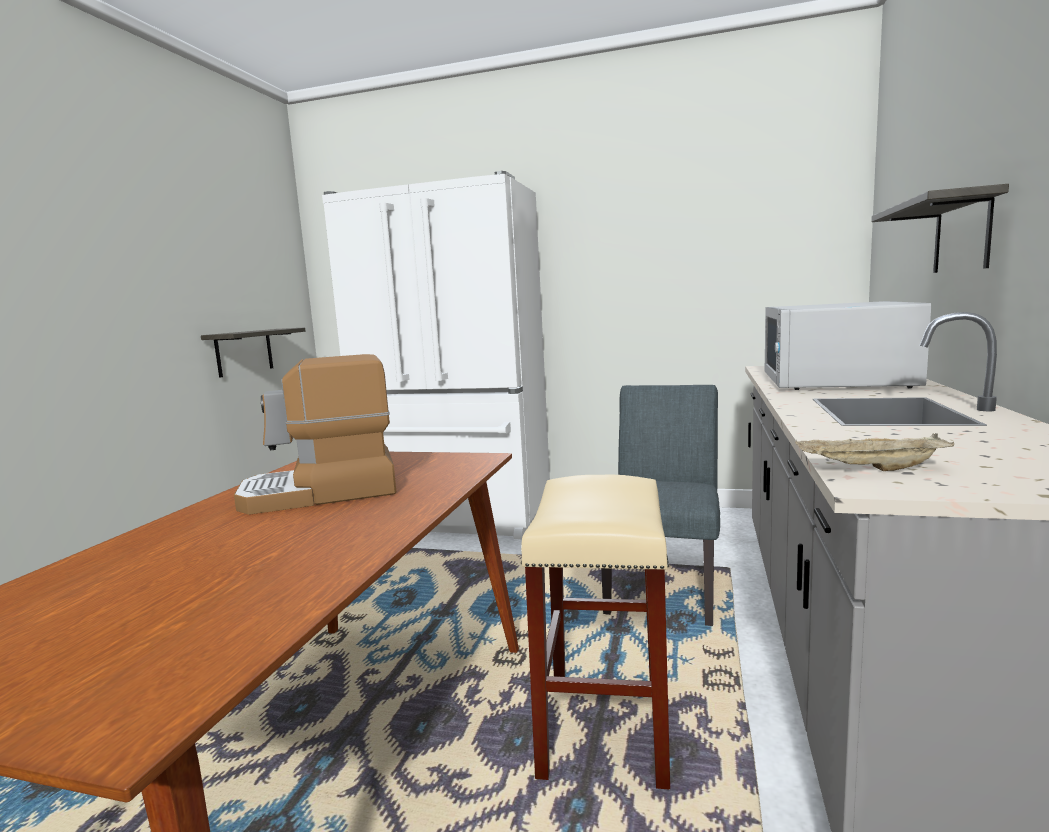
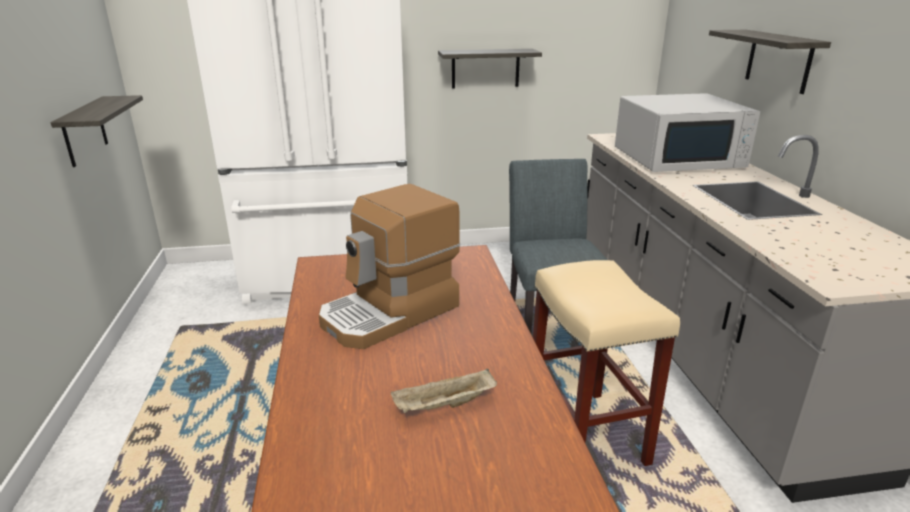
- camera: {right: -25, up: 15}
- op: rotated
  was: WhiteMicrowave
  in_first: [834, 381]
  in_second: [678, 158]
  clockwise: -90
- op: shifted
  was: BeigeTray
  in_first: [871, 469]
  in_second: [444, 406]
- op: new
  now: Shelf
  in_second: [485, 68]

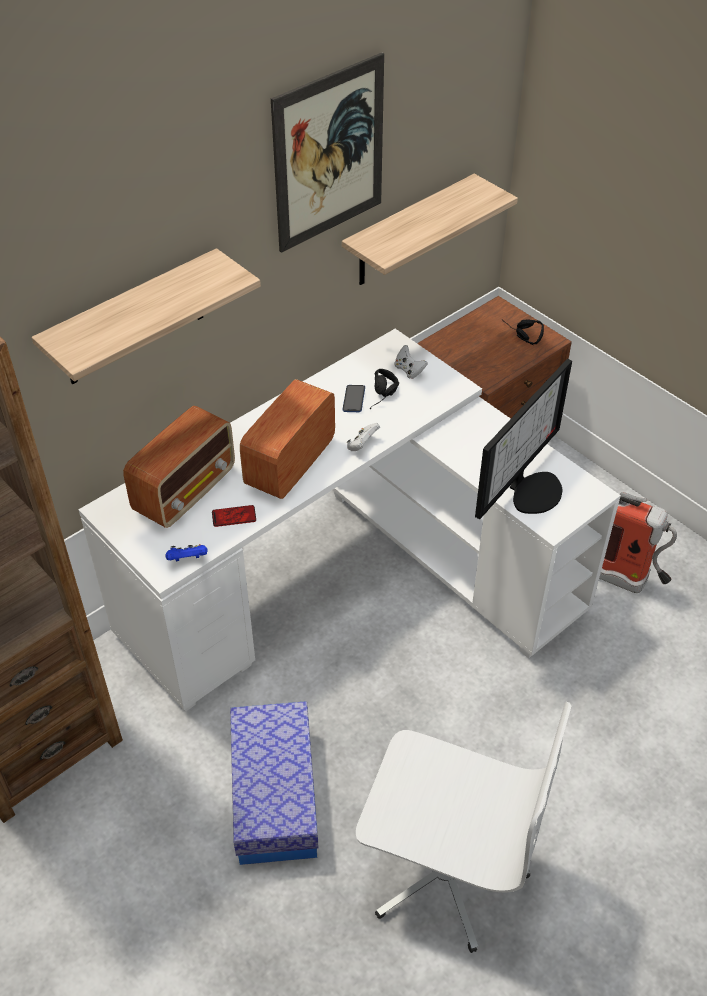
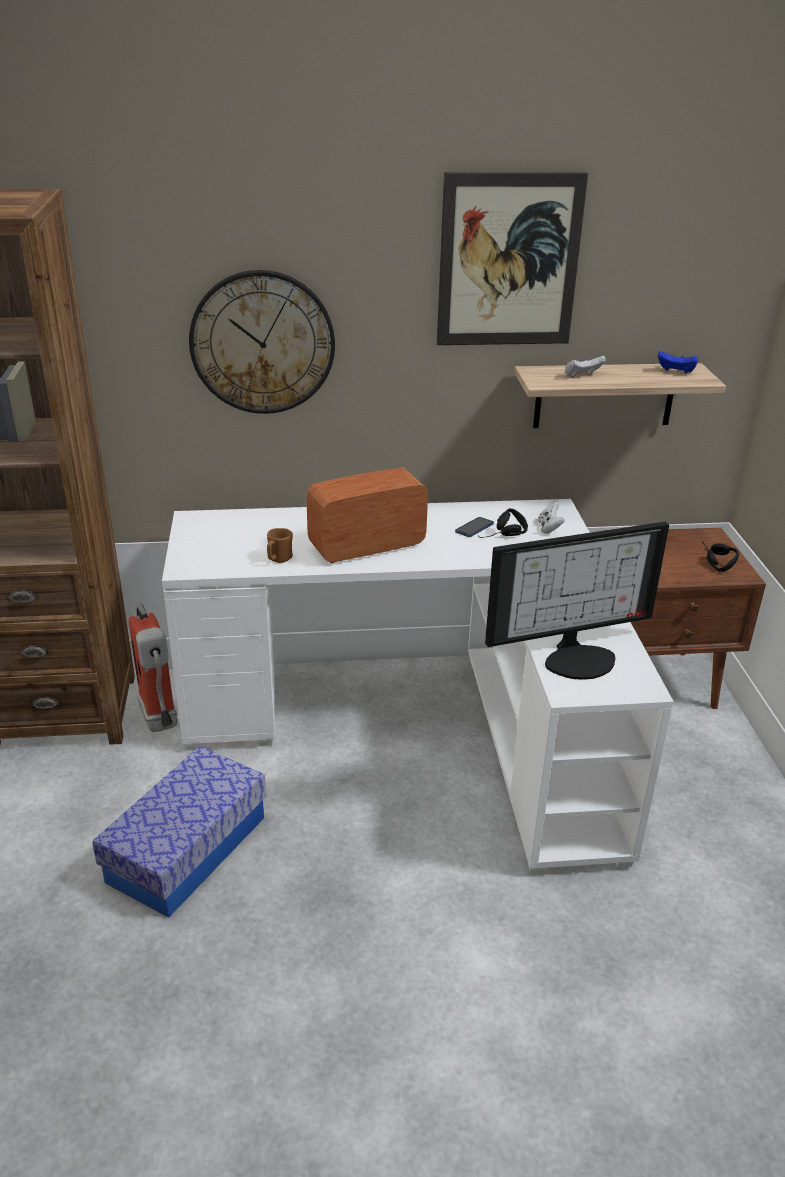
- camera: {right: 35, up: -15}
- op: swapped
  was: Shelf
  now: WallClock
  in_first: [133, 320]
  in_second: [262, 343]
- op: gone
  was: Radio
  in_first: [186, 490]
- op: shifted
  was: BlueGameController
  in_first: [187, 560]
  in_second: [675, 372]
- op: swapped
  was: Phone
  now: BrownMug
  in_first: [234, 516]
  in_second: [278, 559]
- op: shifted
  was: WhiteGameController
  in_first: [362, 445]
  in_second: [582, 376]
- op: gone
  was: WhiteOfficeChair
  in_first: [445, 870]
- op: shifted
  was: FireExtinguisher
  in_first: [629, 582]
  in_second: [161, 723]

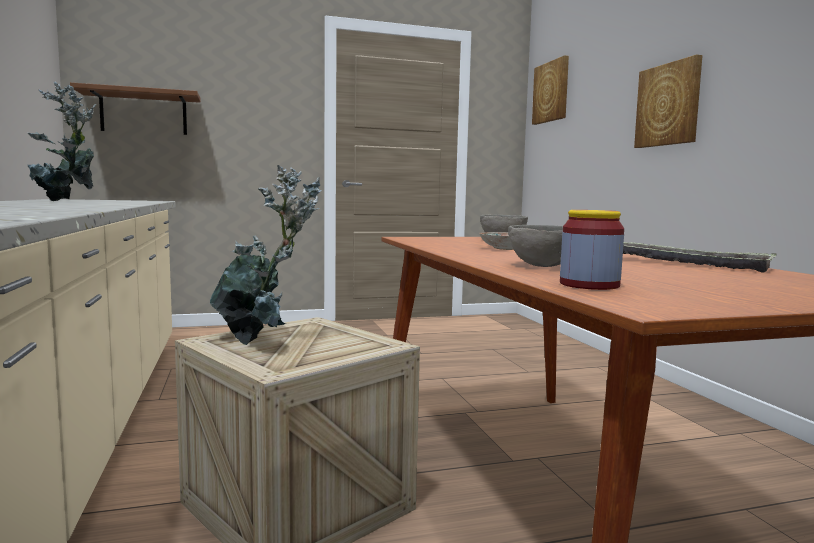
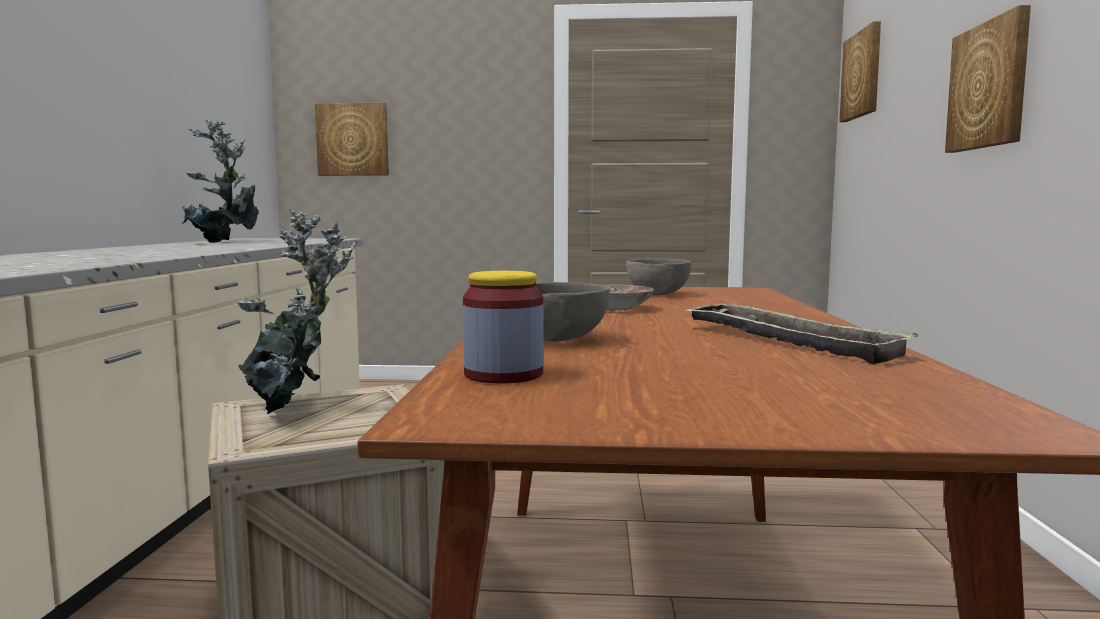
- camera: {right: 20, up: 0}
- op: swapped
  was: BrownShelf
  now: Picture
  in_first: [144, 113]
  in_second: [353, 139]

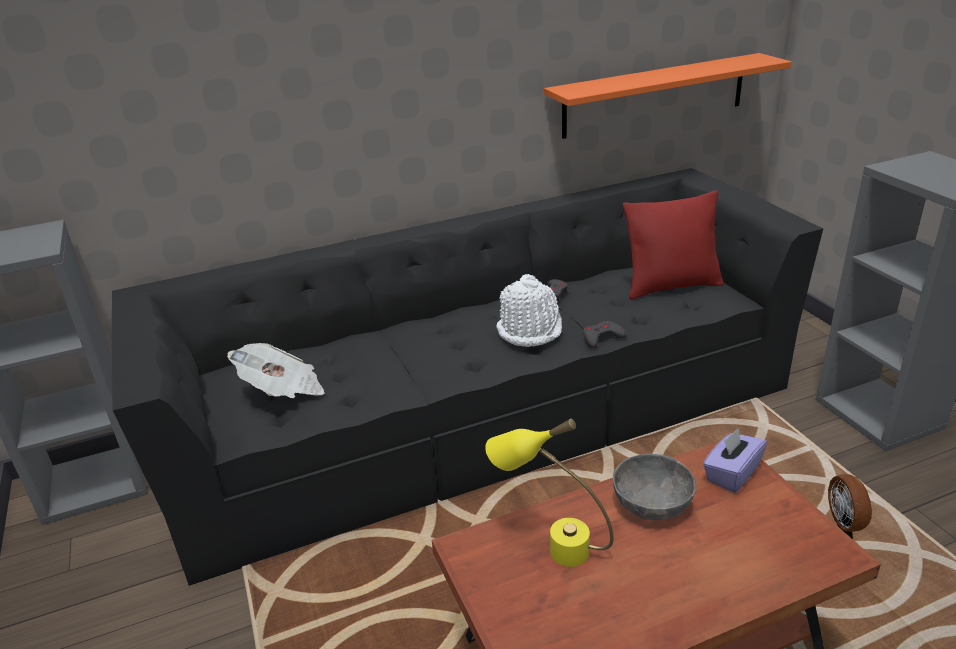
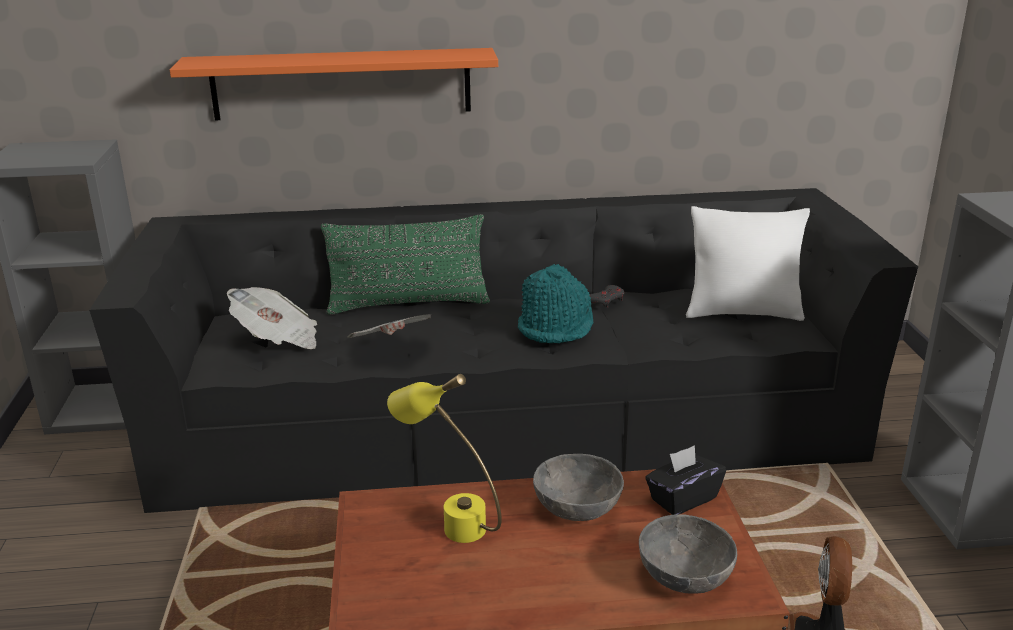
- camera: {right: 15, up: -5}
- op: repainted
  was: WhiteHat
  now: TurquoiseHat
  in_first: [530, 329]
  in_second: [556, 327]
- op: shifted
  was: OrangeShelf
  in_first: [655, 95]
  in_second: [341, 84]
- op: gone
  was: GreyGameController
  in_first: [601, 337]
- op: repainted
  was: RedPillow
  now: WhitePillow
  in_first: [671, 286]
  in_second: [742, 312]
- op: repainted
  was: PurpleTissueBox
  now: BlackTissueBox
  in_first: [731, 474]
  in_second: [683, 498]
- op: new
  now: GreenPillow
  in_second: [408, 304]
- op: new
  now: Newspaper
  in_second: [390, 348]
- op: new
  now: GreyBowl
  in_second: [684, 577]

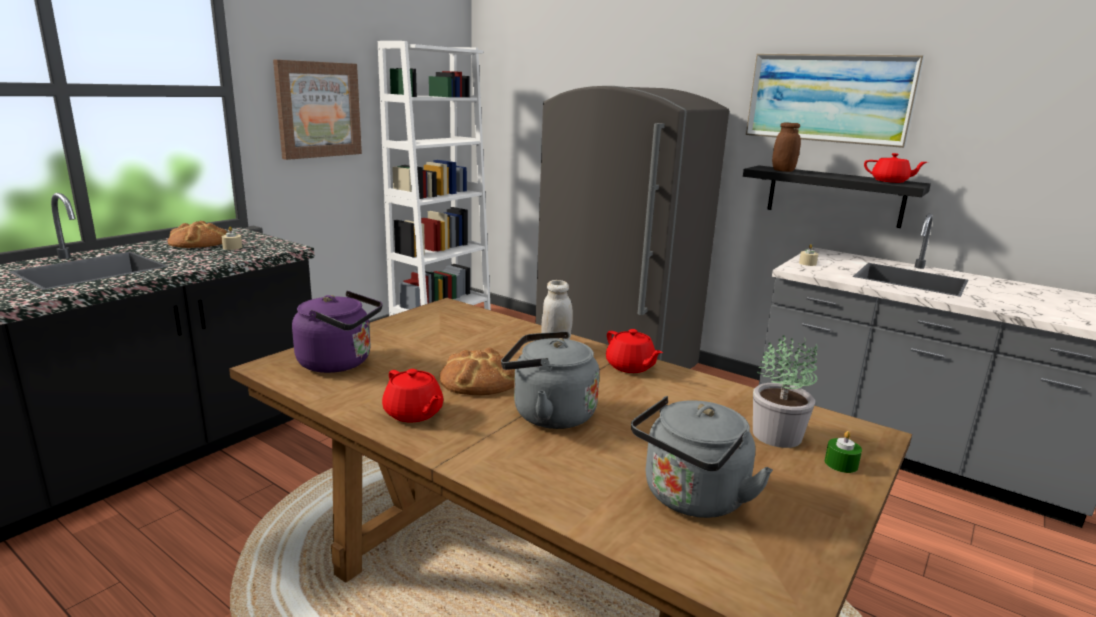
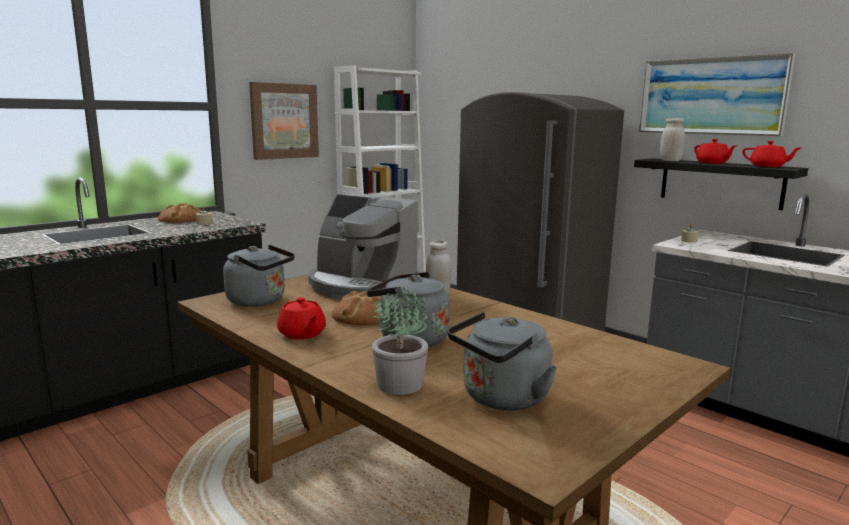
- camera: {right: 10, up: -5}
- op: repainted
  was: PurpleKettle
  now: GreyKettle
  in_first: [340, 363]
  in_second: [260, 301]
- op: shifted
  was: RedTeapot
  in_first: [630, 367]
  in_second: [712, 163]
- op: shifted
  was: PottedPlant
  in_first: [778, 435]
  in_second: [401, 384]
- op: repainted
  was: BrownJar
  now: WhiteJar
  in_first: [783, 171]
  in_second: [670, 161]
- op: gone
  was: GreenCandle
  in_first: [841, 464]
- op: new
  now: CoffeeMachine
  in_second: [360, 286]

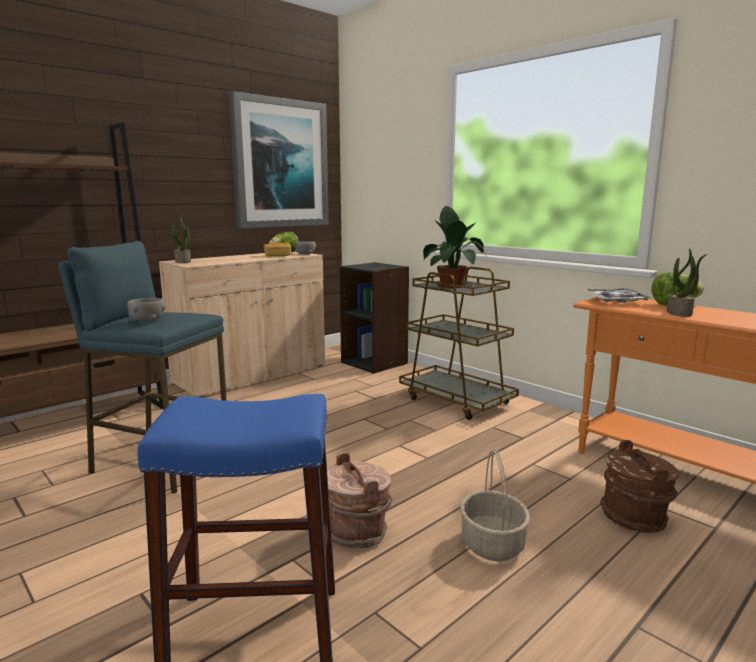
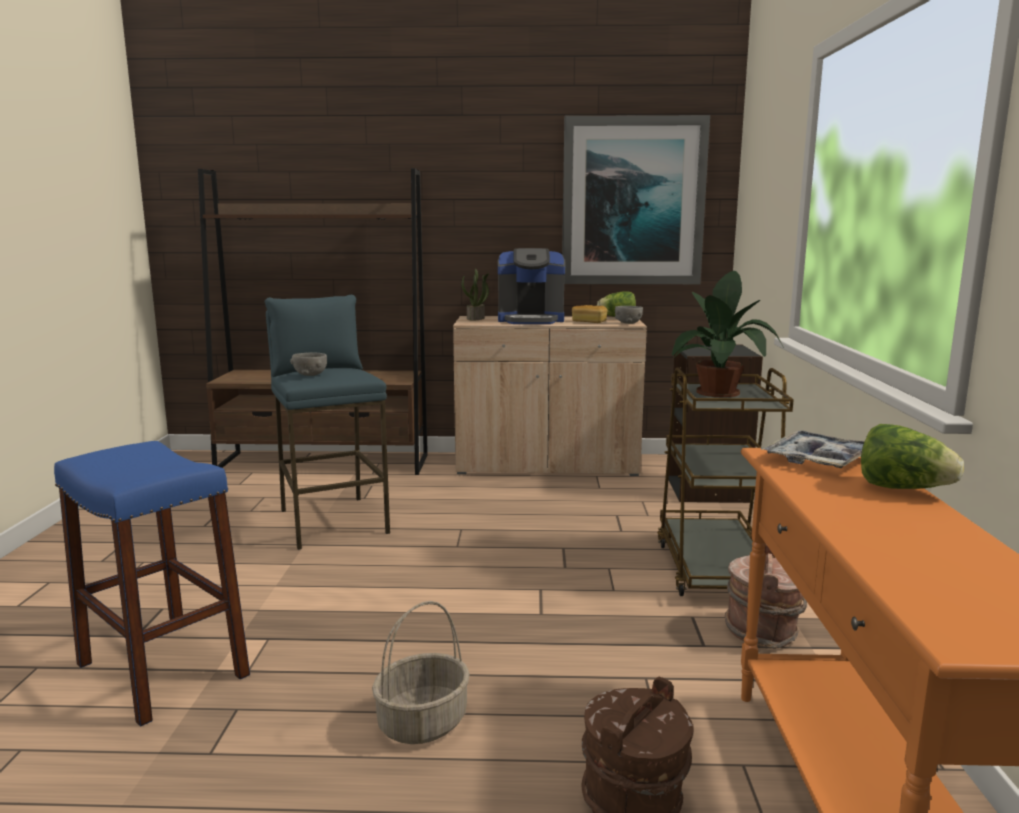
- camera: {right: 45, up: 0}
- op: shifted
  was: BrownBucket
  in_first: [356, 531]
  in_second: [762, 632]
- op: gone
  was: PottedPlant
  in_first: [680, 313]
- op: new
  now: CoffeeMachine
  in_second: [531, 320]

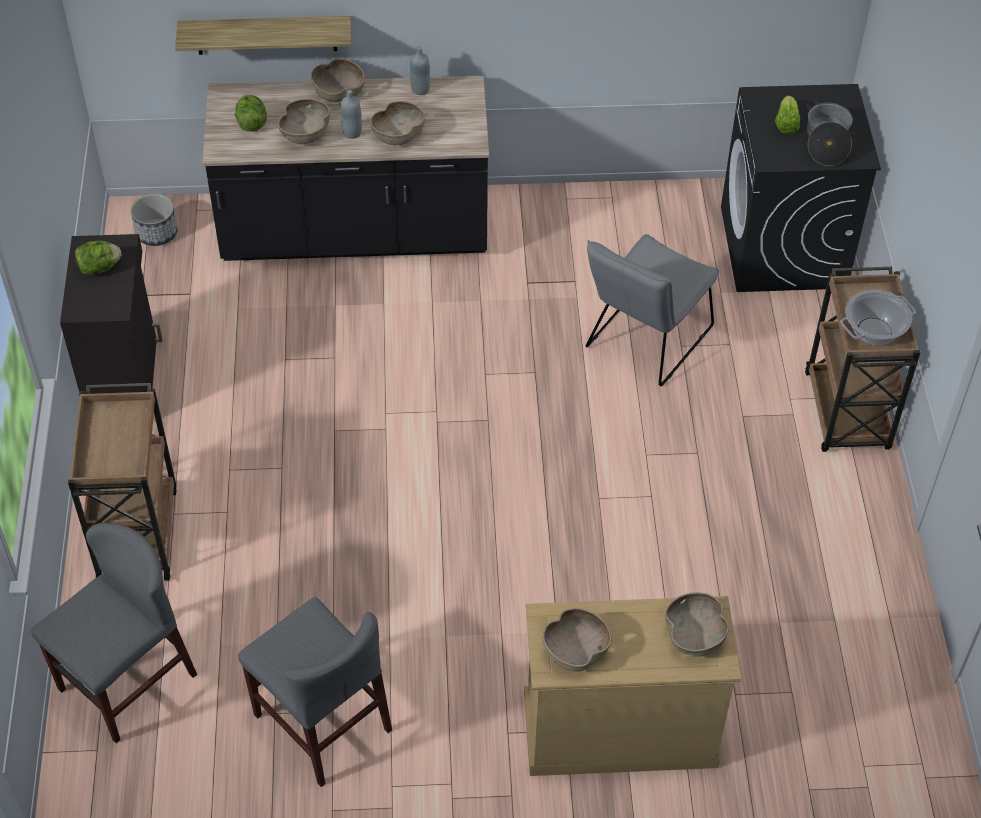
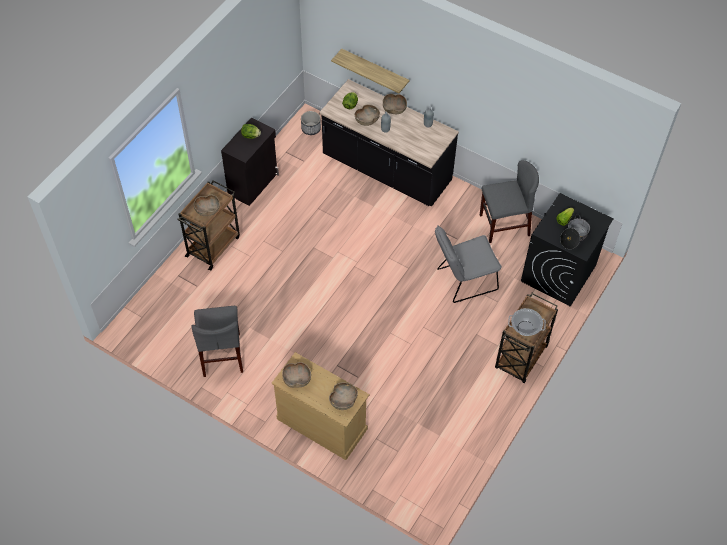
- camera: {right: 35, up: 5}
- op: shifted
  was: GreyChair
  in_first: [127, 682]
  in_second: [504, 225]
- op: shifted
  was: BrownBowl
  in_first: [398, 136]
  in_second: [208, 210]

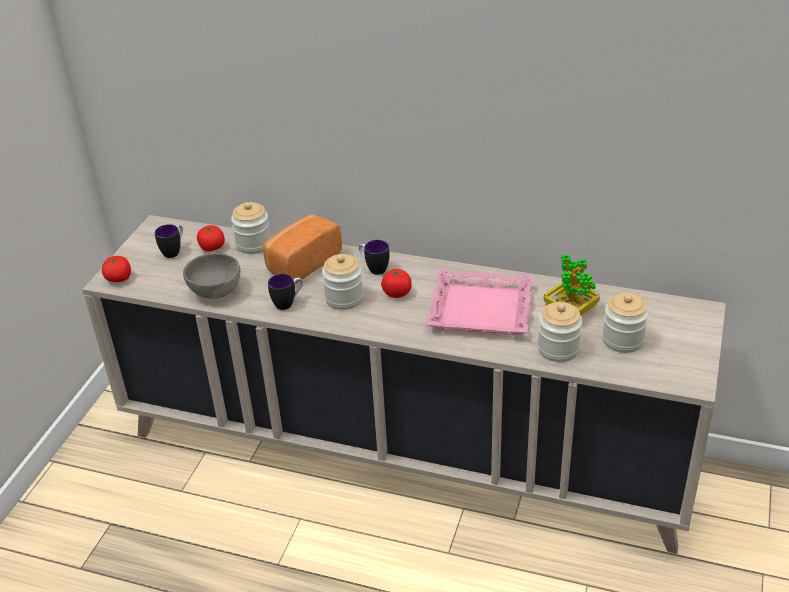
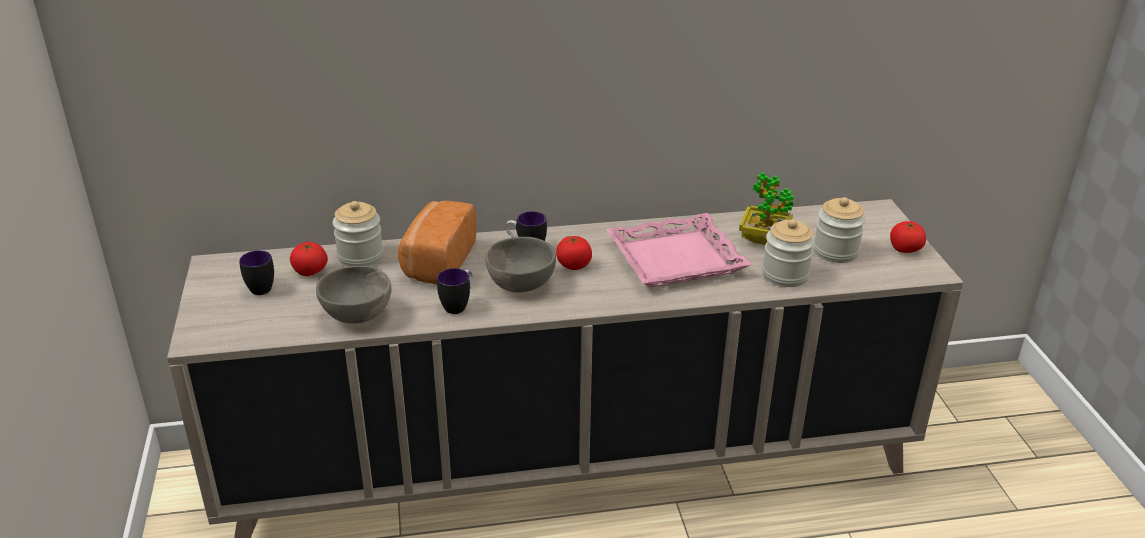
- camera: {right: -30, up: -5}
- op: shifted
  was: Tomato
  in_first: [119, 278]
  in_second: [905, 249]
- op: swapped
  was: Jar
  now: GreyBowl
  in_first: [344, 298]
  in_second: [520, 284]

